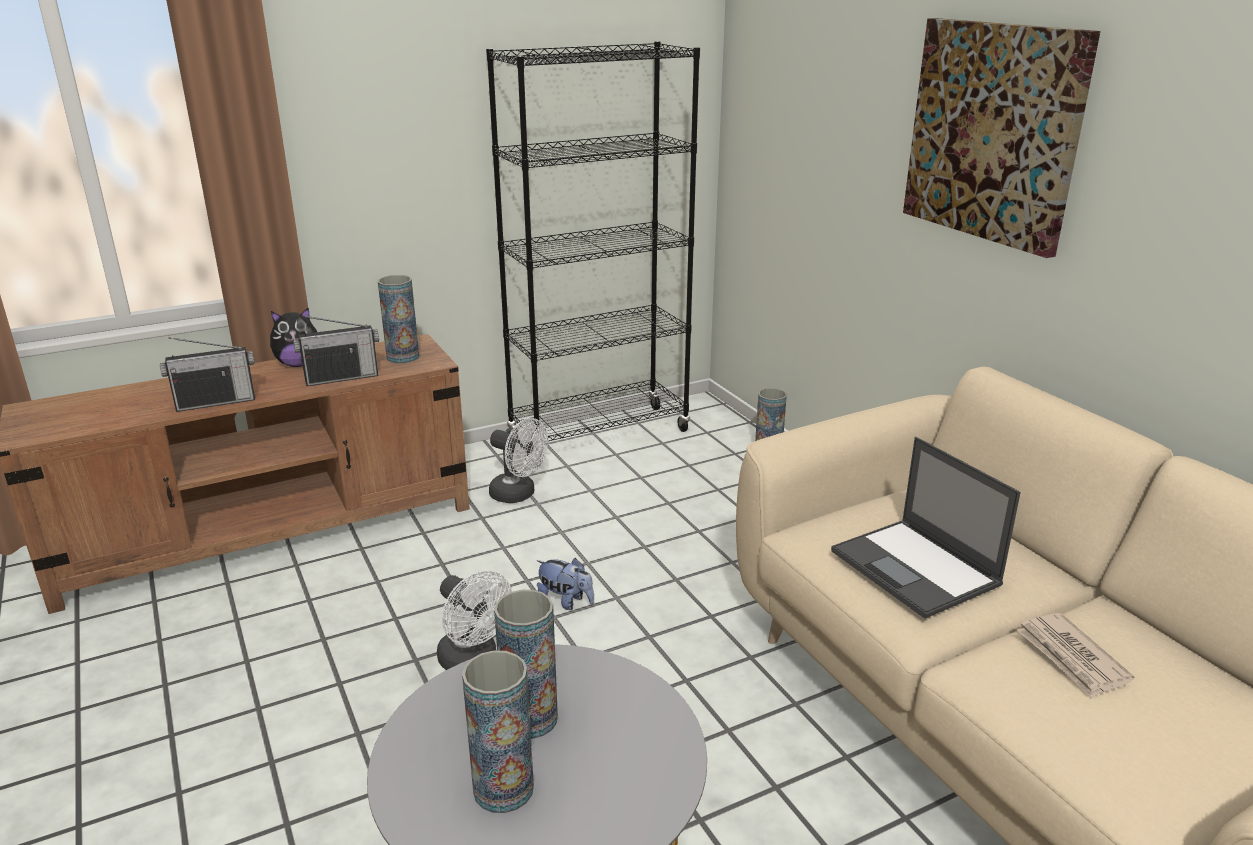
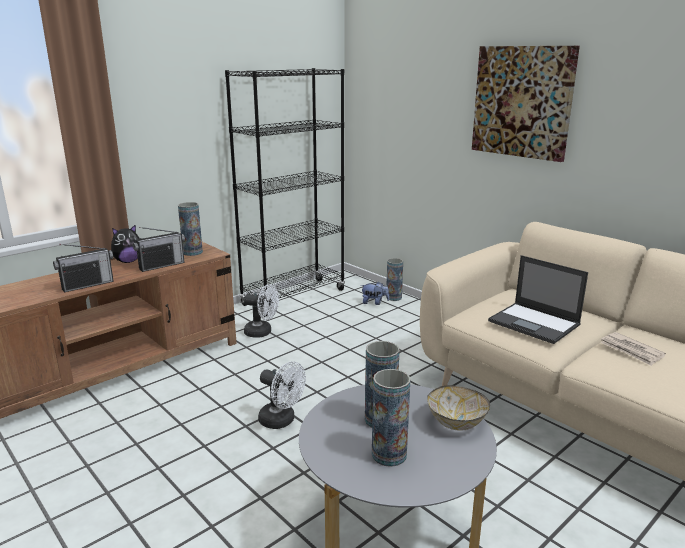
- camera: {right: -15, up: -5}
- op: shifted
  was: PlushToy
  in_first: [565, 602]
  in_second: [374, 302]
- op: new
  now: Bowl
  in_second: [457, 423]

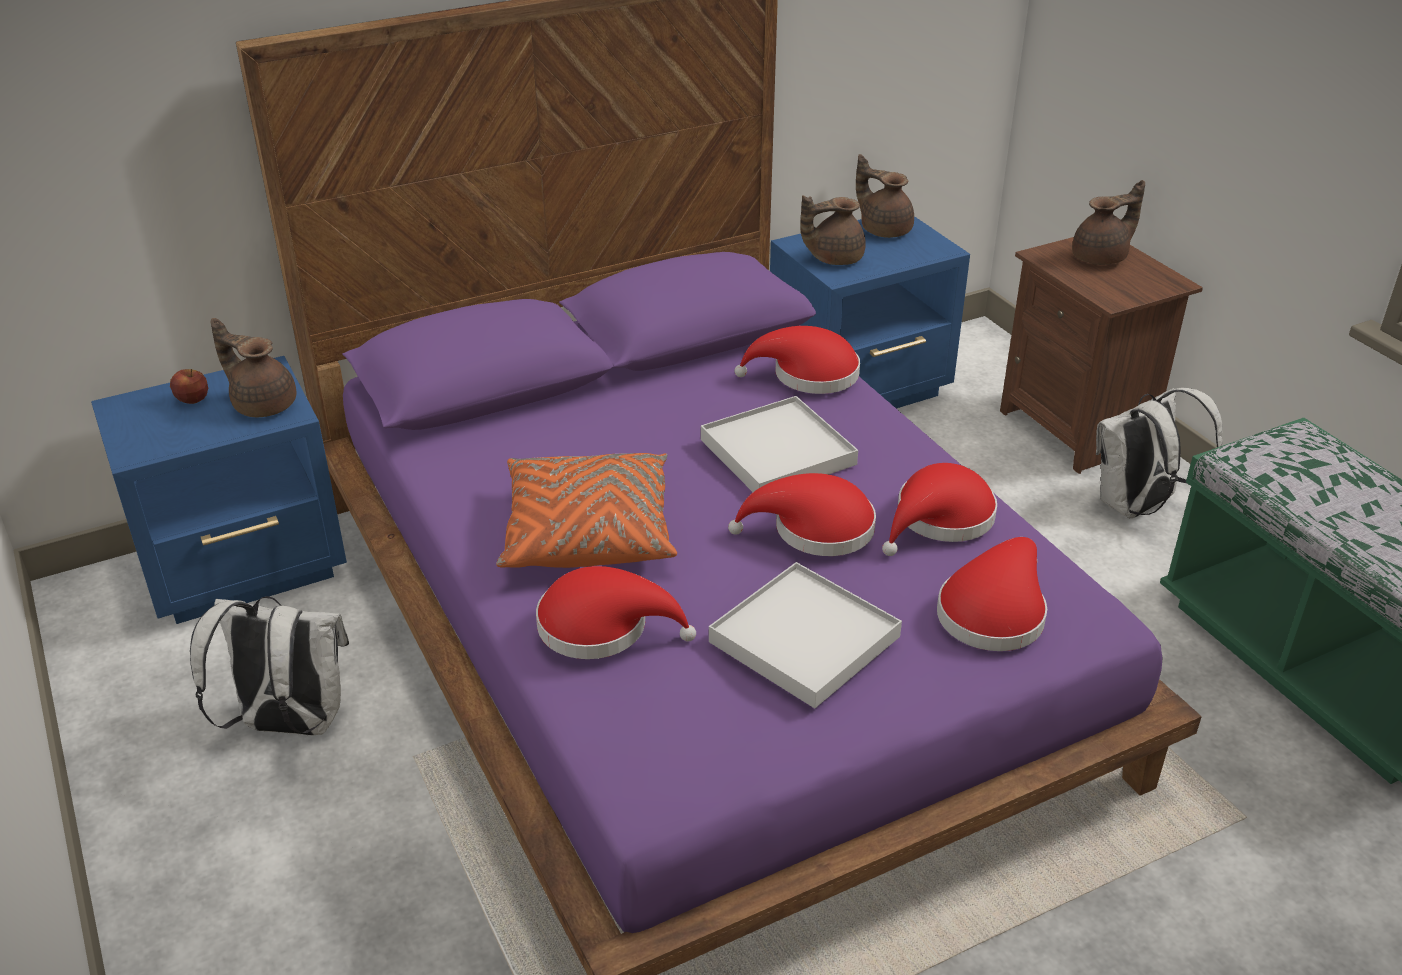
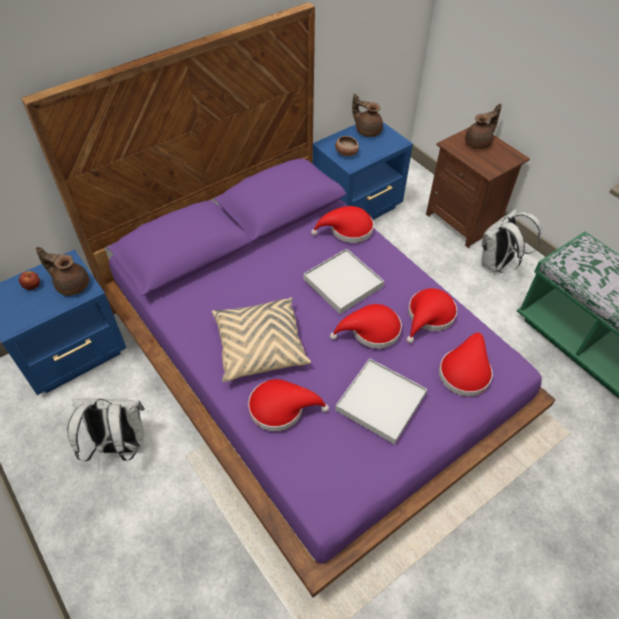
- camera: {right: -10, up: 15}
- op: repainted
  was: OrangePillow
  now: BeigePillow
  in_first: [588, 532]
  in_second: [260, 346]
- op: swapped
  was: BrownTeapot
  now: Bowl
  in_first: [833, 258]
  in_second: [346, 153]

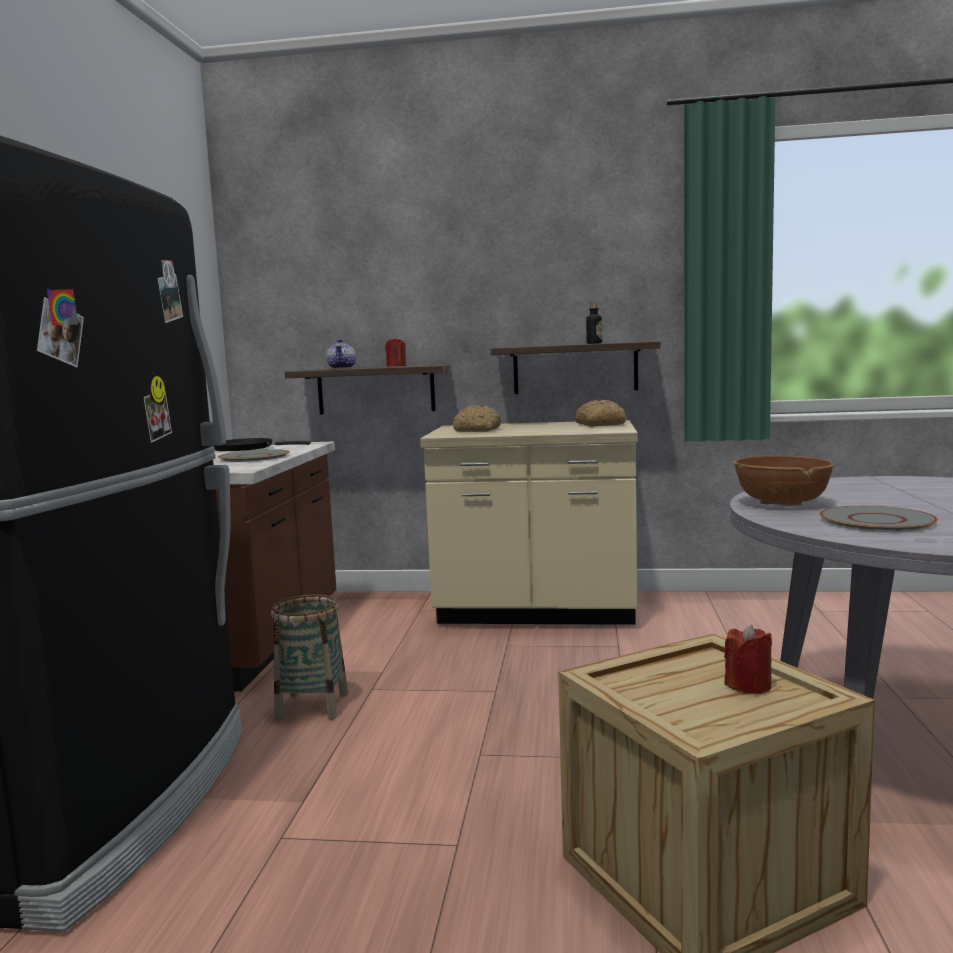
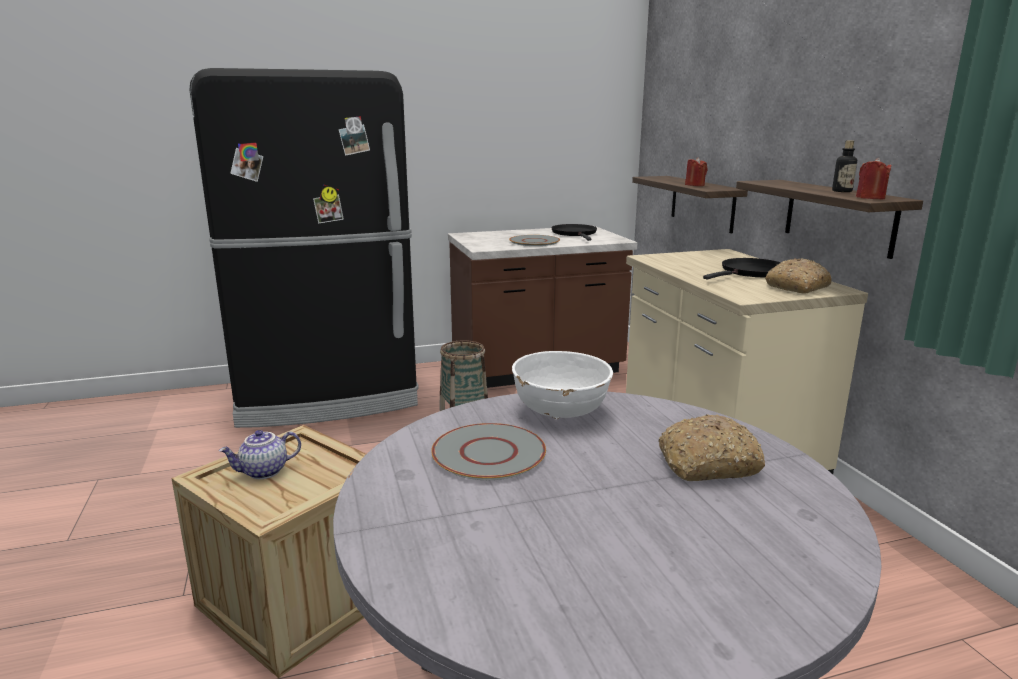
- camera: {right: 65, up: 10}
- op: shifted
  was: Teapot
  in_first: [342, 368]
  in_second: [264, 472]
- op: shifted
  was: Bread
  in_first: [477, 430]
  in_second: [707, 464]
- op: shifted
  was: RedCandle
  in_first: [748, 685]
  in_second: [870, 198]
- op: repainted
  was: BrownBowl
  now: WhiteBowl
  in_first: [782, 503]
  in_second: [561, 410]
- op: new
  now: BlackFryingPan
  in_second: [751, 272]

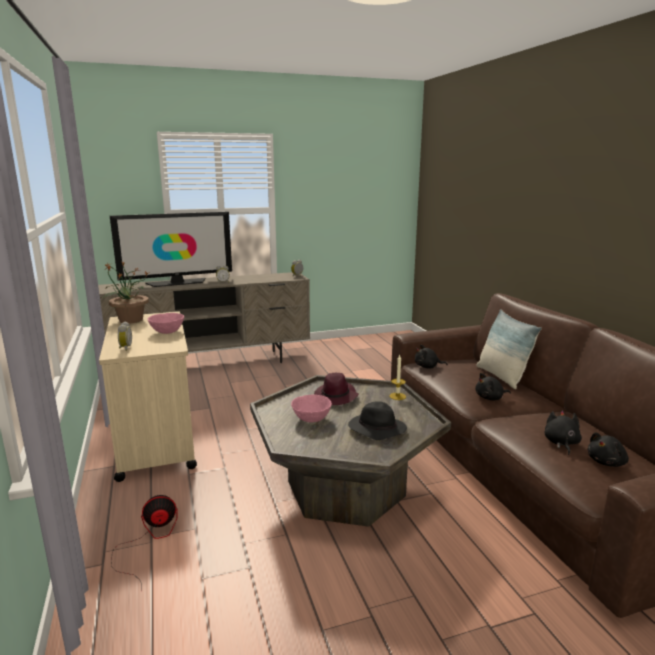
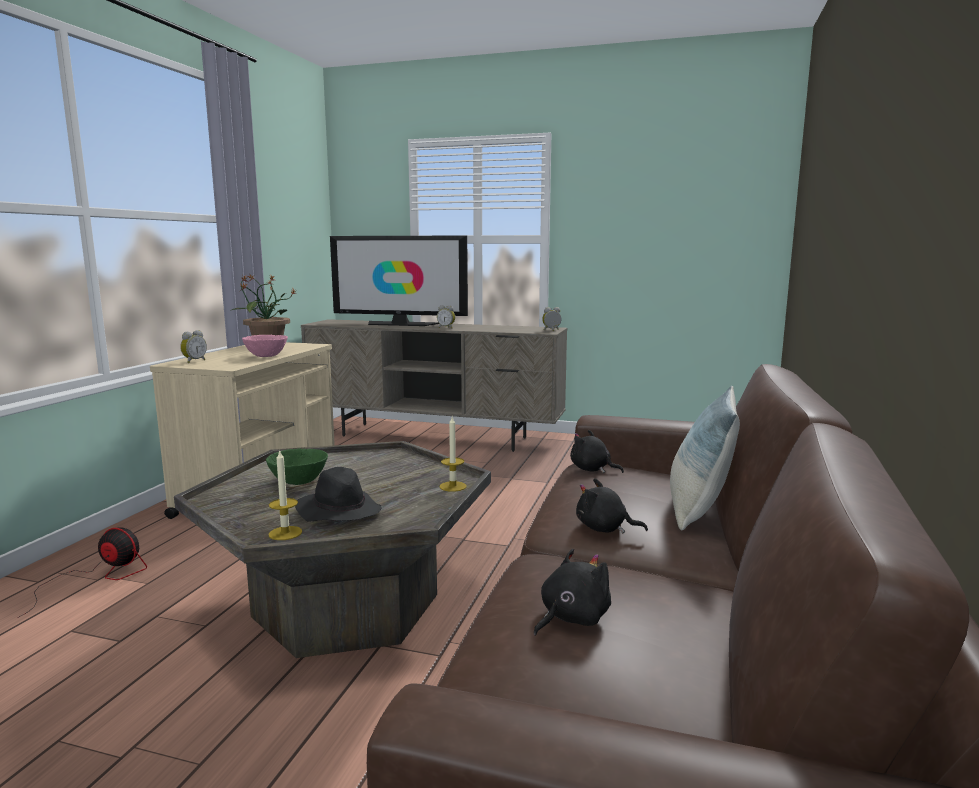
- camera: {right: 35, up: -5}
- op: repainted
  was: PinkBowl
  now: GreenBowl
  in_first: [311, 419]
  in_second: [299, 481]
- op: gone
  was: PurpleHat
  in_first: [336, 397]
- op: gone
  was: BlackPlushToy
  in_first: [607, 462]
- op: new
  now: Candle
  in_second: [285, 533]

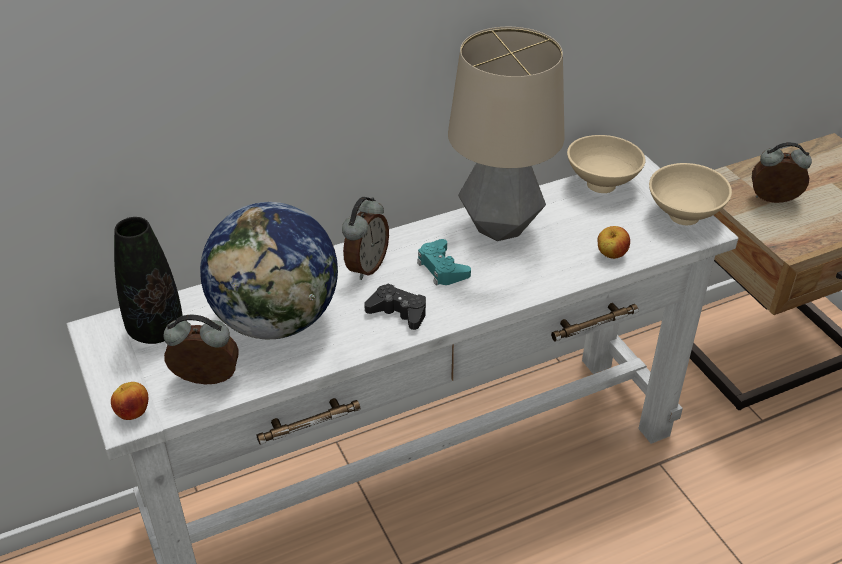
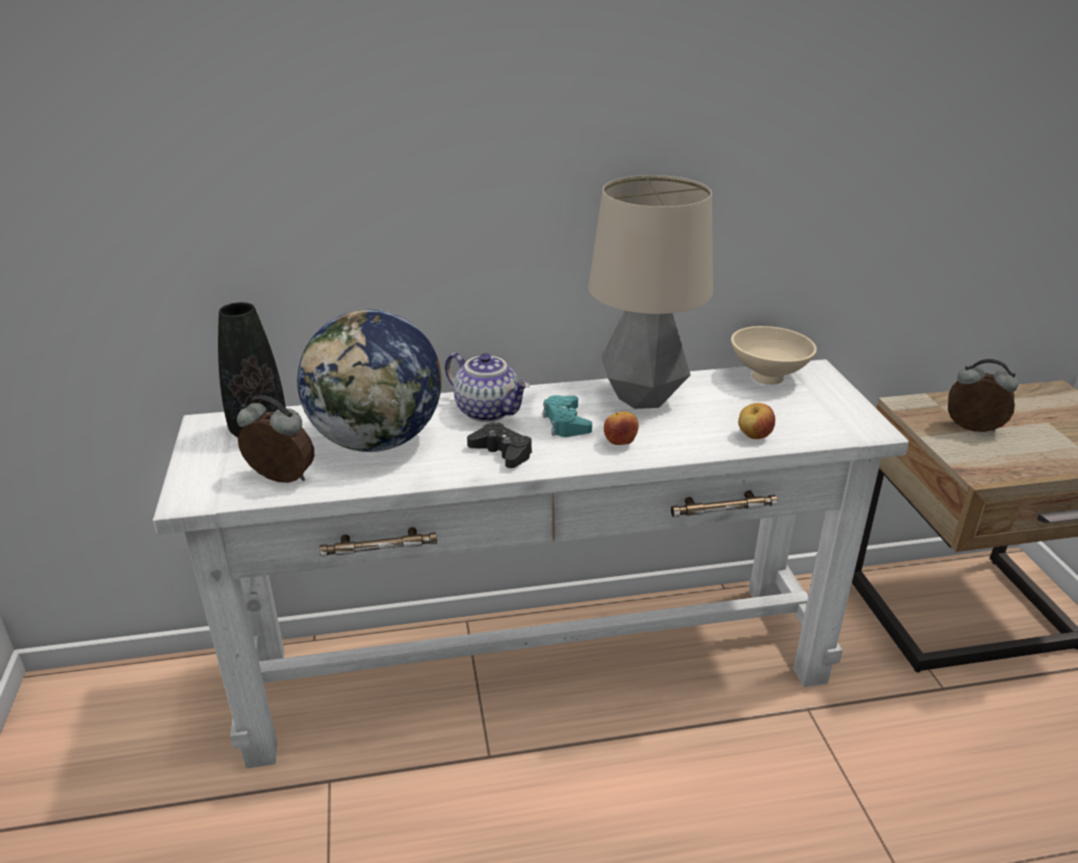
- camera: {right: 15, up: -10}
- op: shifted
  was: Apple
  in_first: [133, 413]
  in_second: [620, 443]
- op: swapped
  was: AlarmClock
  now: Teapot
  in_first: [365, 266]
  in_second: [489, 411]
- op: gone
  was: BeigeBowl
  in_first: [685, 217]

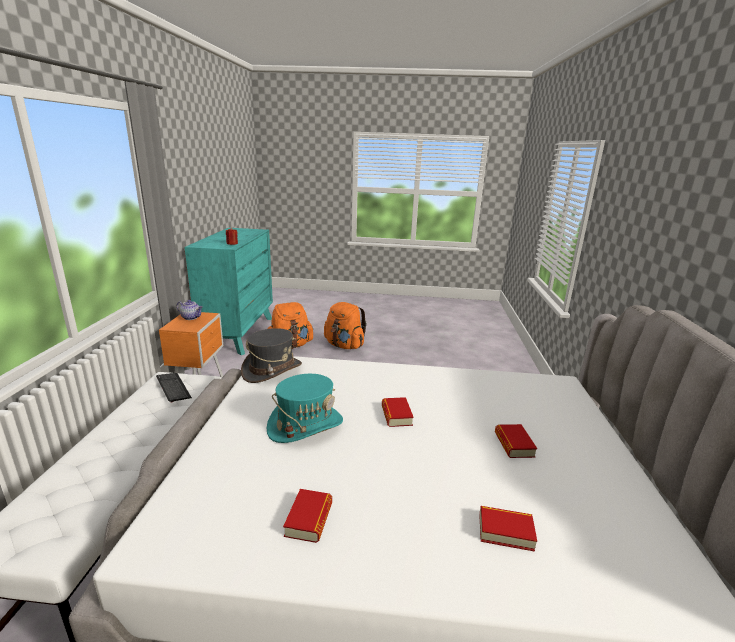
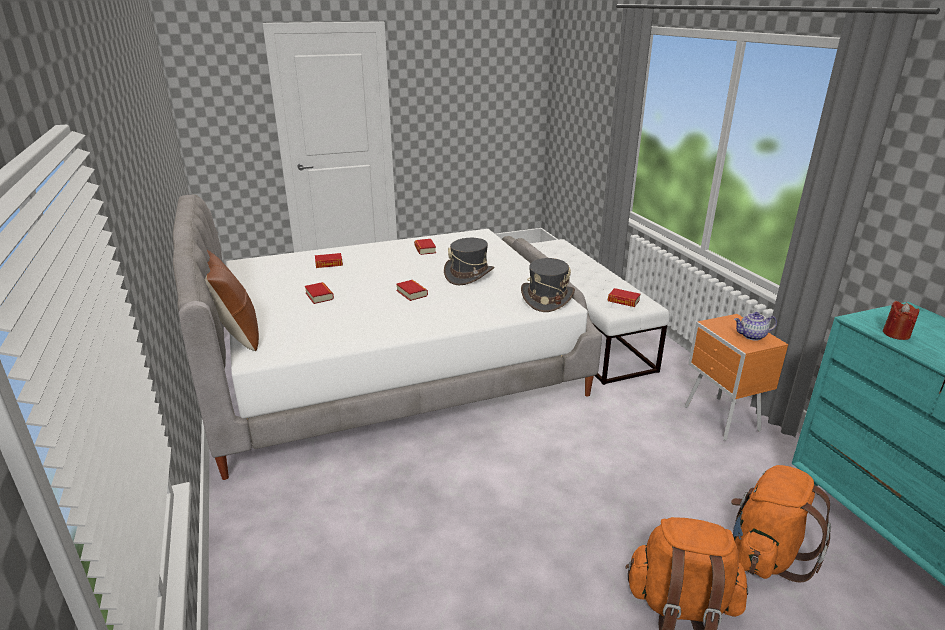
- camera: {right: 155, up: 5}
- op: swapped
  was: Keyboard
  now: Book
  in_first: [173, 388]
  in_second: [623, 301]
- op: repainted
  was: TurquoiseHat
  now: GreyHat
  in_first: [305, 425]
  in_second: [469, 275]
- op: new
  now: BrownPillow
  in_second: [235, 334]

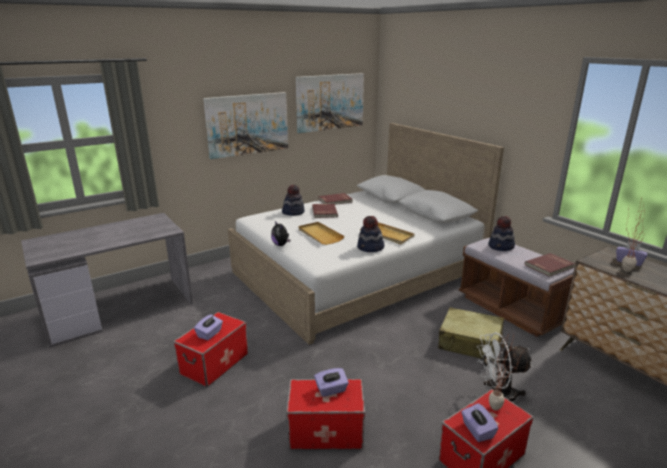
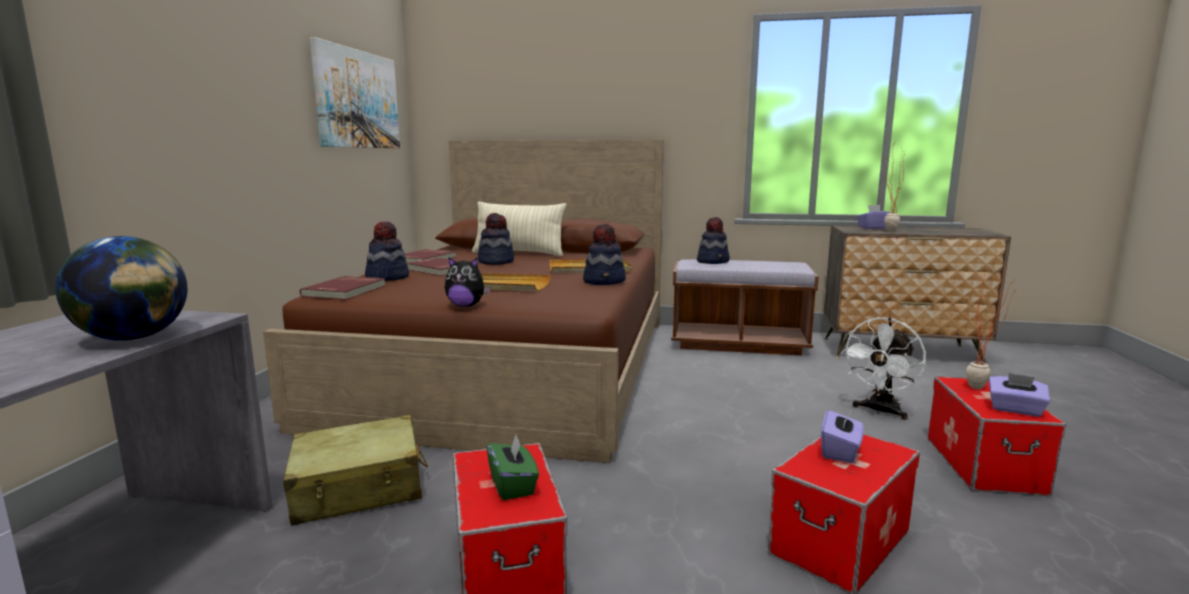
- camera: {right: -45, up: -10}
- op: repainted
  was: PurpleTissueBox
  now: GreenTissueBox
  in_first: [210, 334]
  in_second: [513, 485]
- op: gone
  was: Picture
  in_first: [247, 124]
- op: repainted
  was: WhiteBed
  now: BrownBed
  in_first: [358, 273]
  in_second: [514, 366]
- op: shifted
  was: BeigeSuitcase
  in_first: [470, 343]
  in_second: [359, 488]
- op: shifted
  was: RedBook
  in_first: [549, 266]
  in_second: [346, 291]
- op: new
  now: Globe
  in_second: [134, 338]
- op: new
  now: BeigePillow
  in_second: [519, 253]
- op: new
  now: Hat
  in_second: [496, 262]

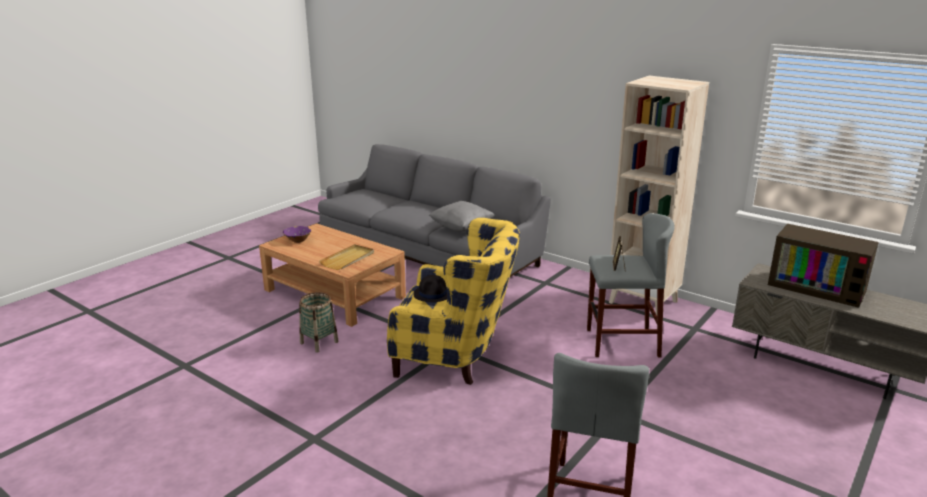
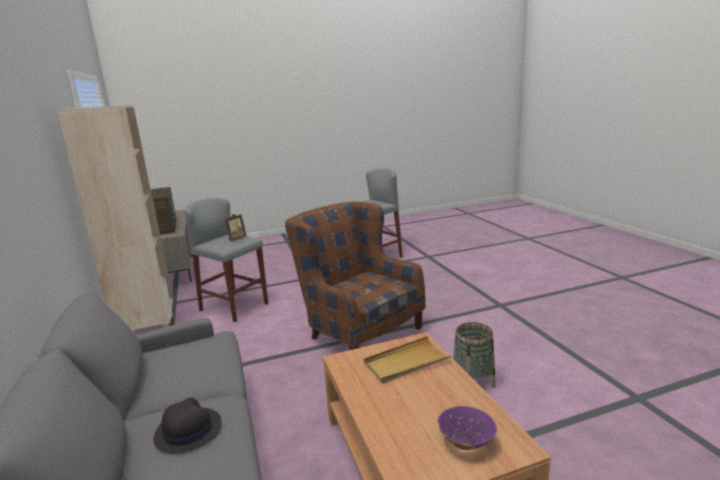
- camera: {right: -145, up: -5}
- op: repainted
  was: YellowArmchair
  now: BrownArmchair
  in_first: [456, 356]
  in_second: [358, 330]
- op: shifted
  was: BlackHat
  in_first: [433, 294]
  in_second: [187, 430]
- op: gone
  was: GreyPillow
  in_first: [462, 228]

